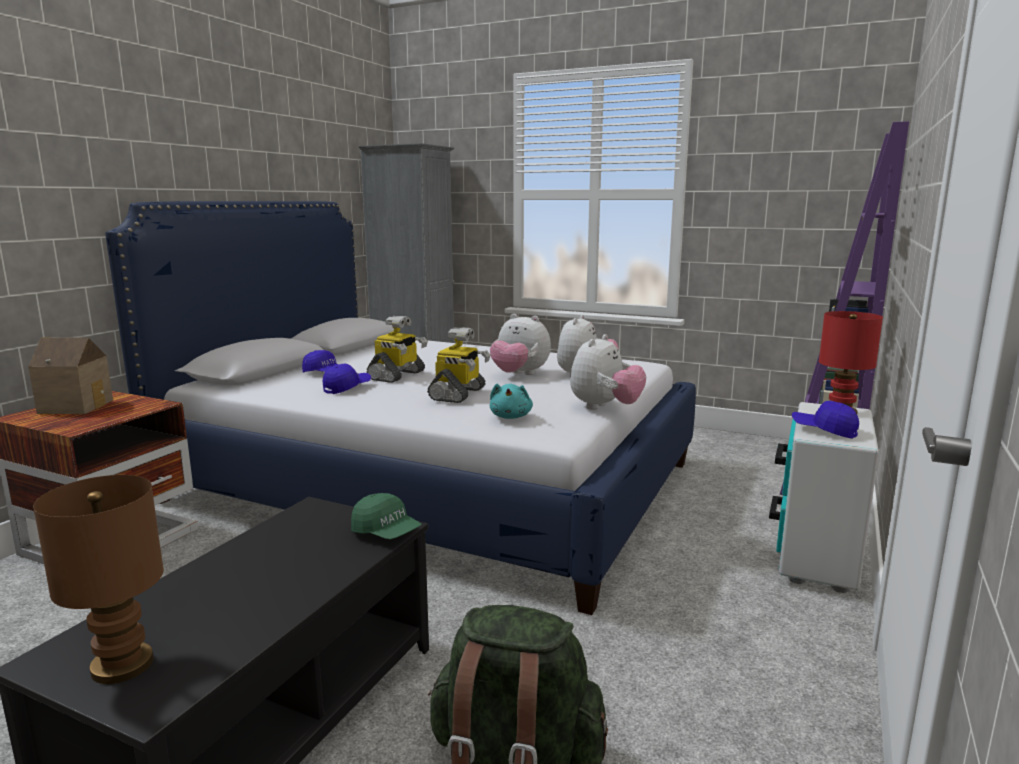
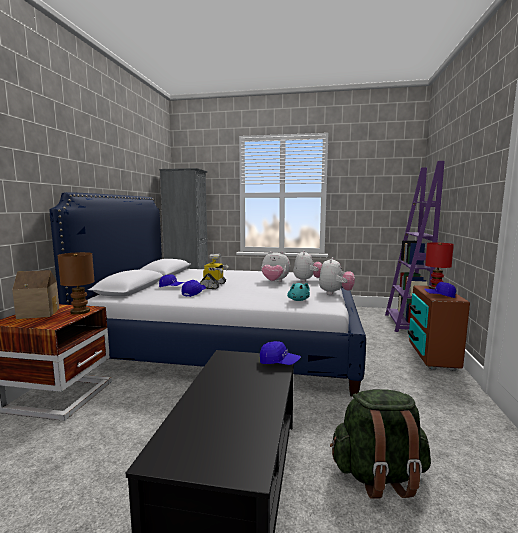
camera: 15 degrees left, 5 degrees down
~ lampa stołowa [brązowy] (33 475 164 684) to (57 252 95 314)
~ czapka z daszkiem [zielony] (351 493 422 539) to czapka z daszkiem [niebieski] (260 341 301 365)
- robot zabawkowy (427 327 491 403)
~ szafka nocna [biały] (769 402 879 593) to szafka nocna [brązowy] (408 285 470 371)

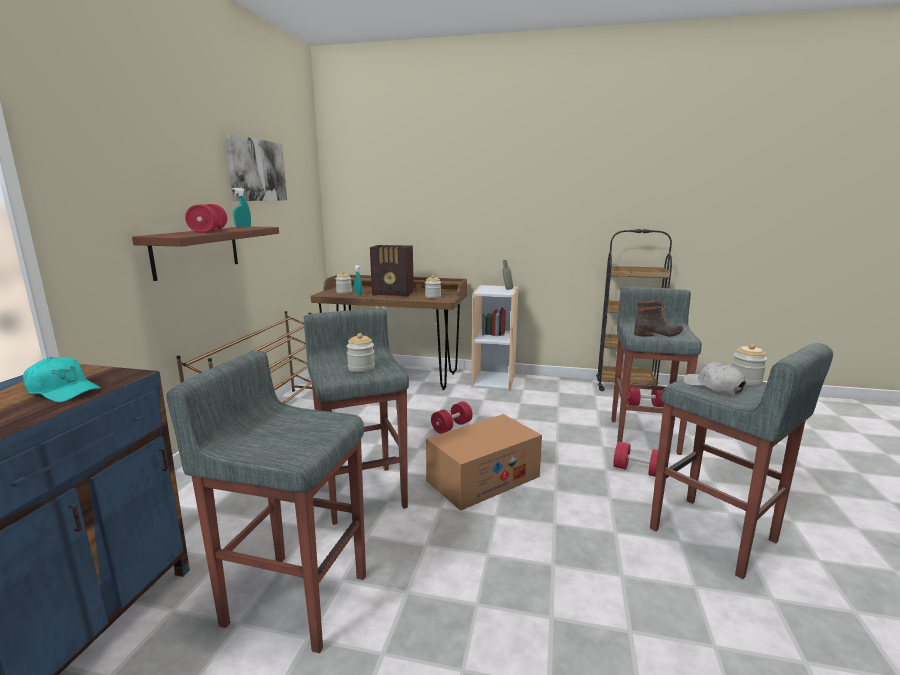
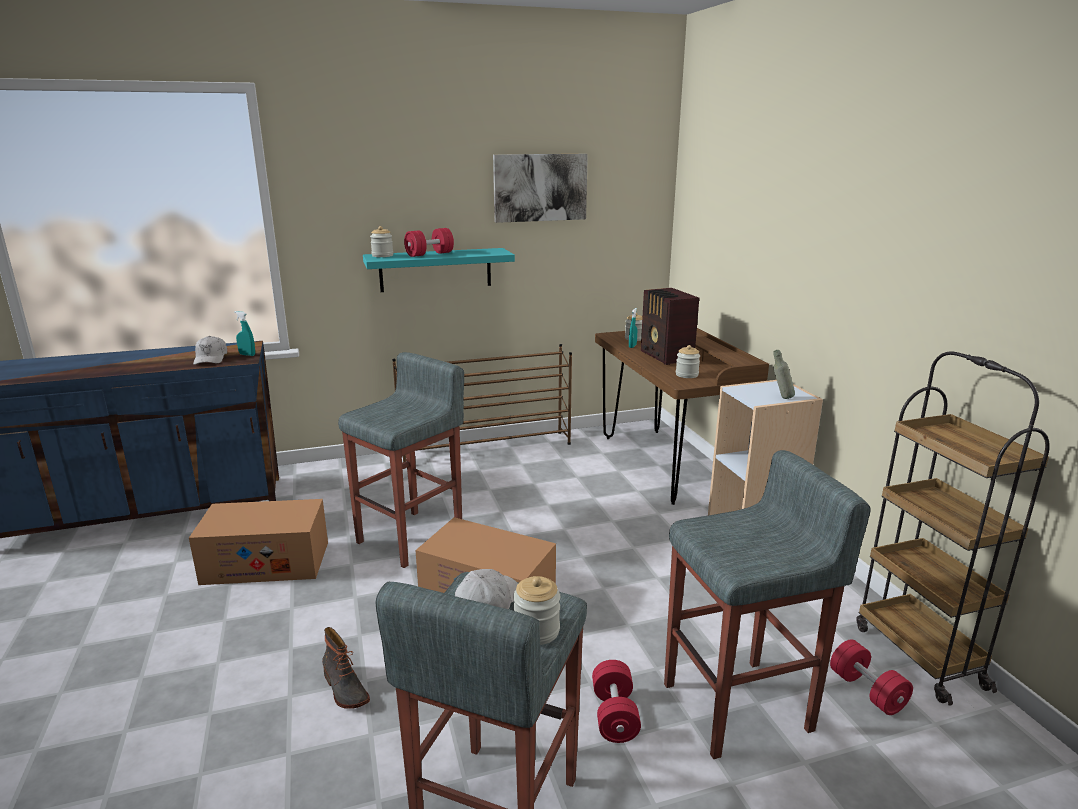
camera: 60 degrees right, 5 degrees up
~ czapka z daszkiem [turkusowy] (23 357 101 402) to czapka z daszkiem [biały] (193 336 227 365)
~ półka [brązowy] (132 227 279 281) to półka [turkusowy] (363 248 515 292)
~ stołek [szary] (166 351 366 653) to karton (189 499 328 585)
~ spryskiwacz [turkusowy] (232 188 251 227) to (234 311 255 356)
~ słoik (347 333 375 372) to (370 226 393 257)
- hantel [czerwony] (431 401 473 434)
~ but z cholewką (634 301 684 336) to (322 627 370 709)

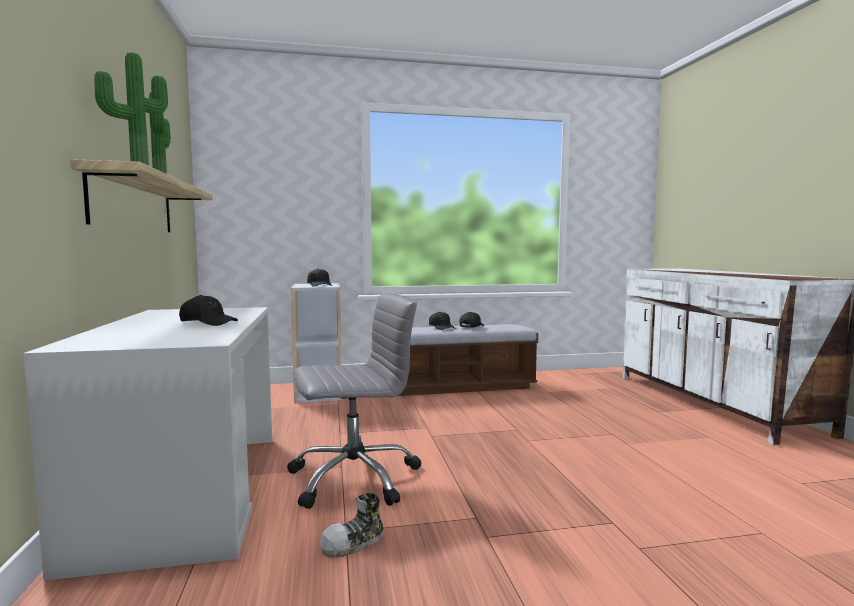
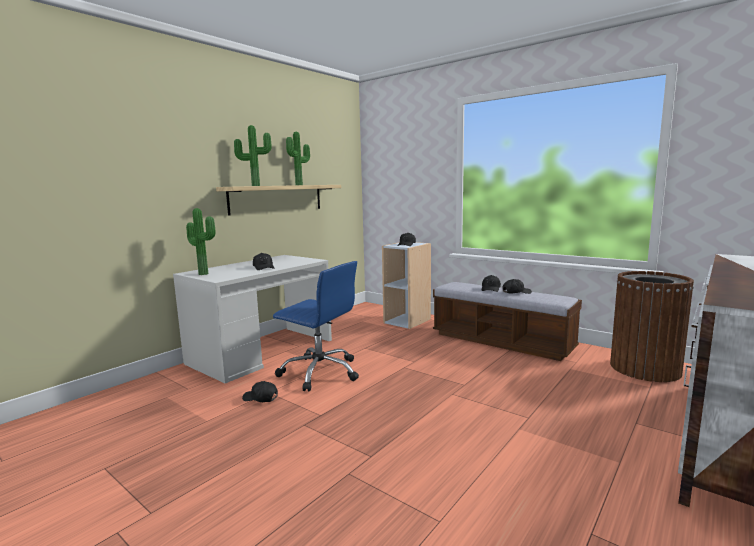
camera: 50 degrees right, 5 degrees up
~ krzesło biurowe [szary] (287 293 422 509) to krzesło biurowe [niebieski] (273 261 359 391)
~ but (319 493 384 558) to czapka z daszkiem [czarny] (242 381 278 402)
+ roślina doniczkowa (186 208 216 275)
+ kosz na śmieci [brązowy] (610 271 694 382)

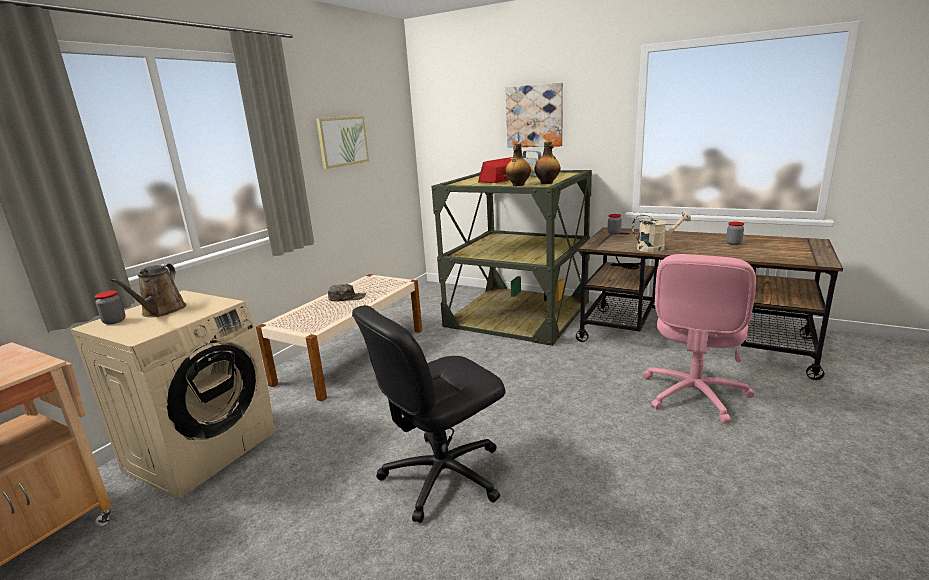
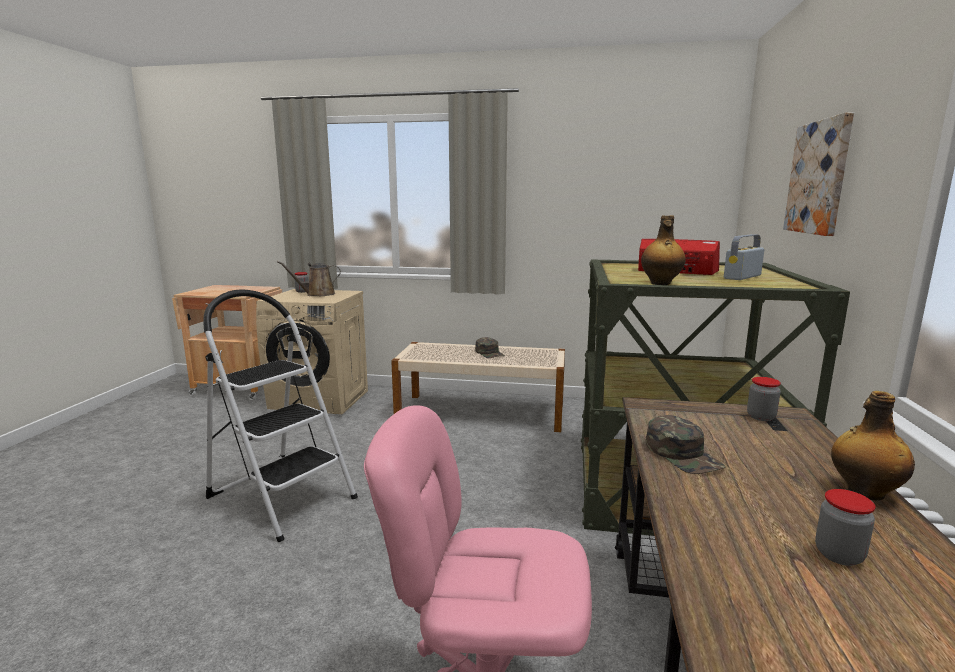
camera: 70 degrees right, 5 degrees down
- obraz (316 116 369 169)
~ krzesło biurowe [czarny] (352 305 506 523) to drabinka (203 290 358 542)
~ butelka (506 143 531 186) to (831 391 915 500)
~ konewka [beżowy] (632 211 691 252) to czapka z daszkiem [zielony] (646 415 725 474)

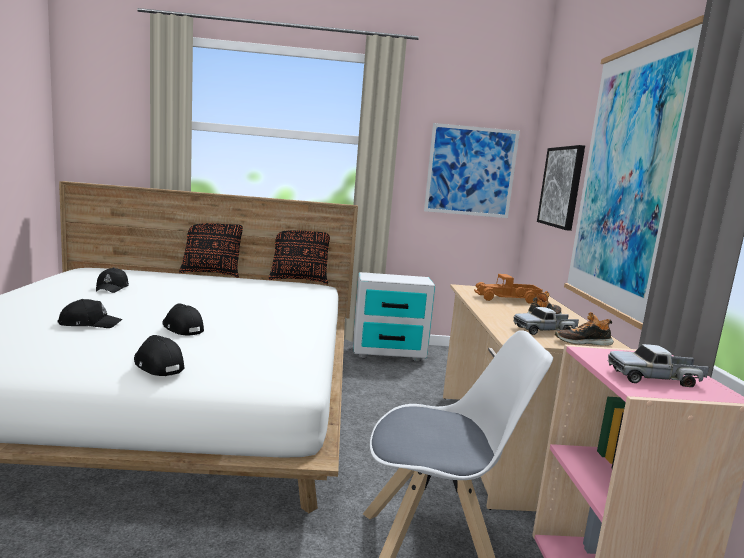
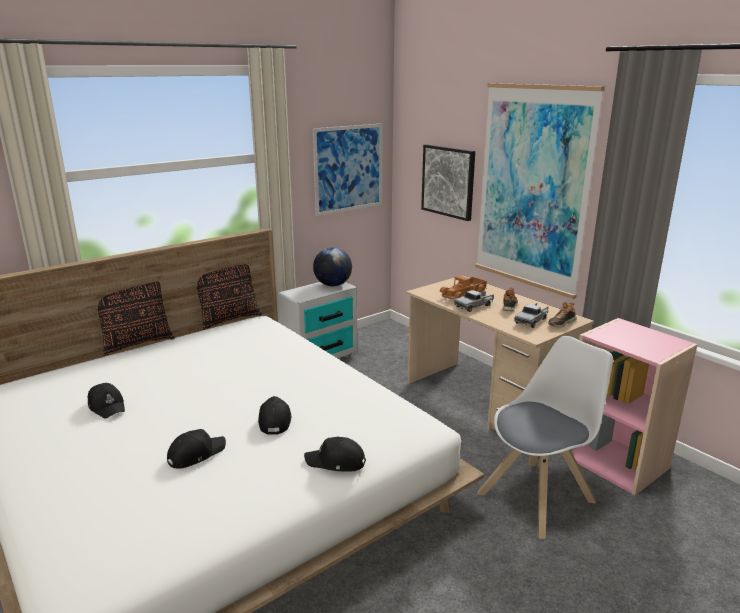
camera: 35 degrees left, 10 degrees up
~ czapka z daszkiem [czarny] (162 303 204 336) = (258 396 291 435) 75 degrees clockwise
~ ciężarówka zabawkowa (607 344 709 387) to (454 290 494 312)
+ globus (313 247 352 286)

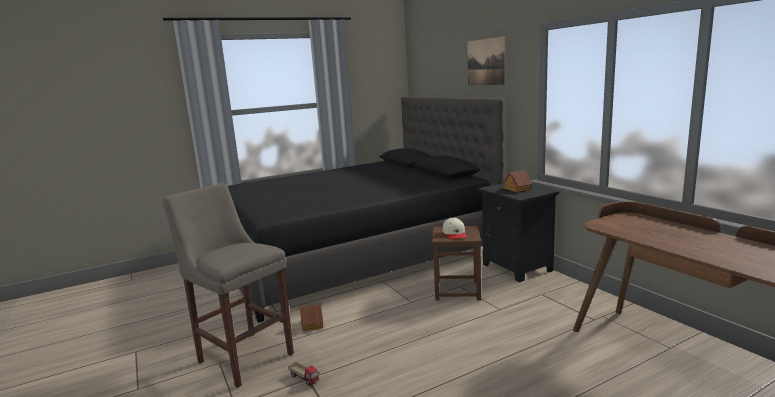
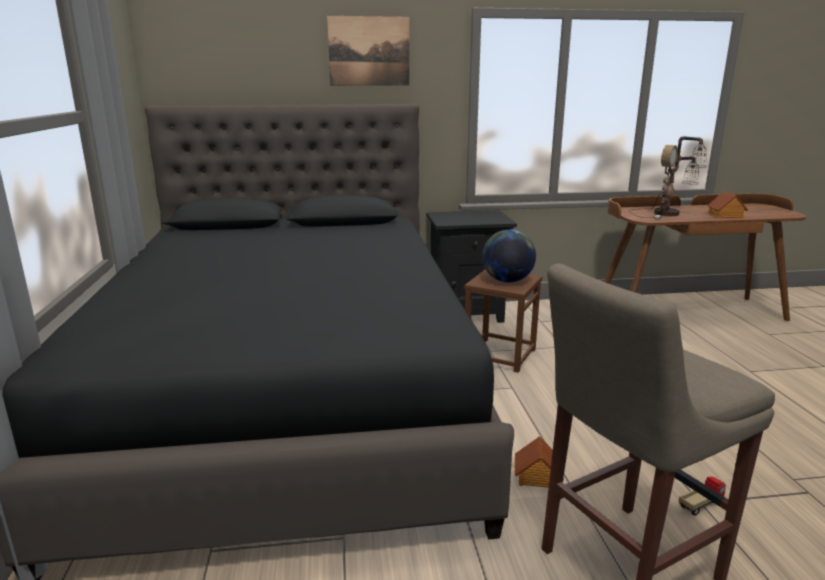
camera: 70 degrees left, 5 degrees up
~ czapka z daszkiem [beżowy] (443 217 466 239) to globus (482 230 536 283)
~ domek (503 170 532 192) to (707 191 748 218)
+ lampa stołowa (629 136 707 220)

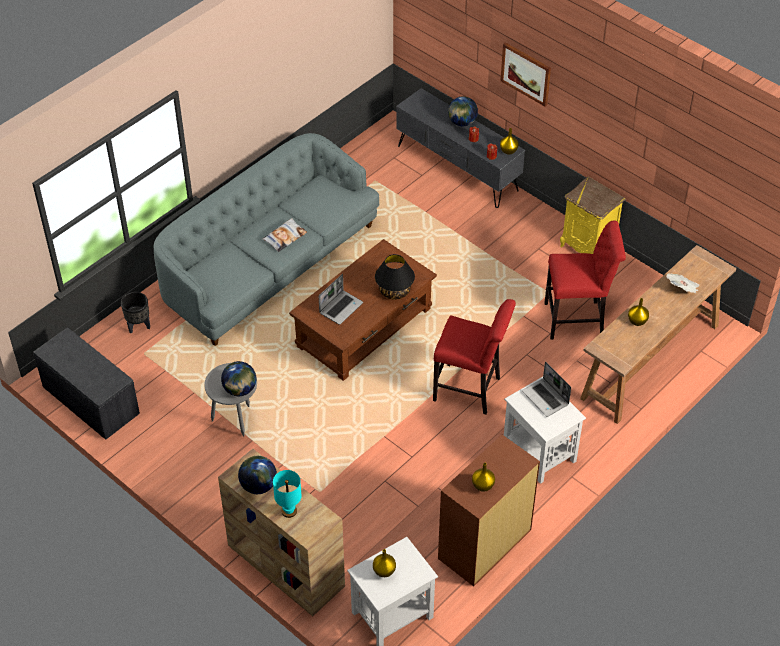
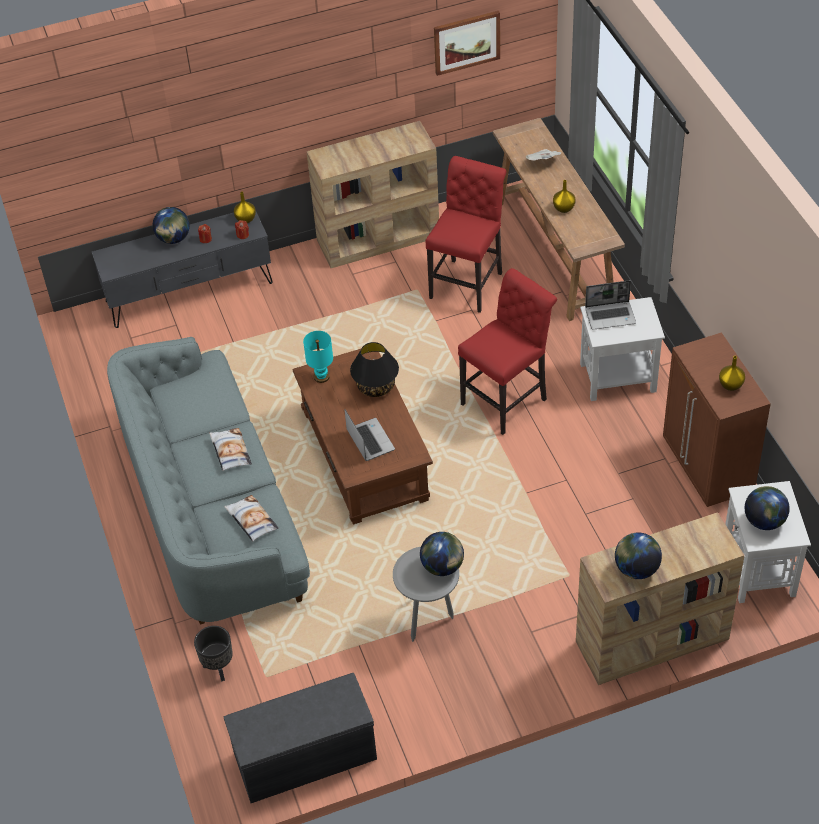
camera: 60 degrees left, 0 degrees up
~ lampa stołowa [turkusowy] (273 470 302 518) to (303 331 333 383)
~ wazon [żółty] (373 549 396 577) to globus (745 486 790 530)
~ obraz (500 42 551 106) to (434 11 500 76)
~ szafka nocna [żółty] (560 176 626 254) to regał [brązowy] (306 121 439 268)
+ poduszka (224 495 279 541)

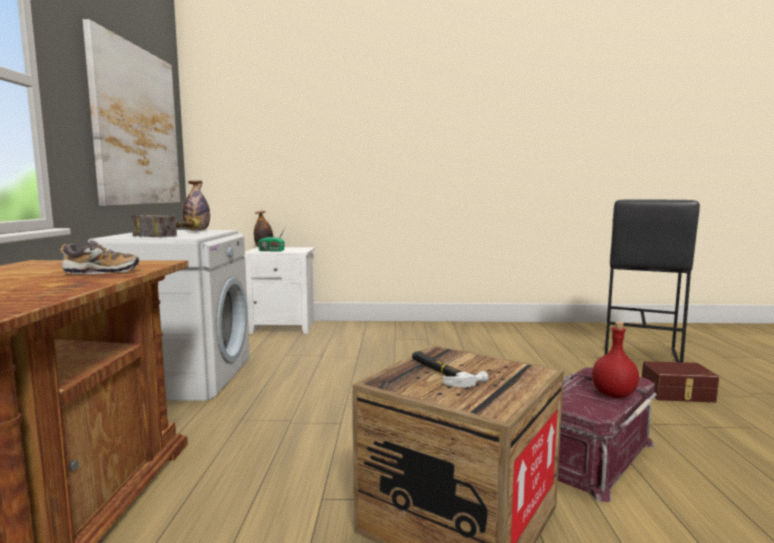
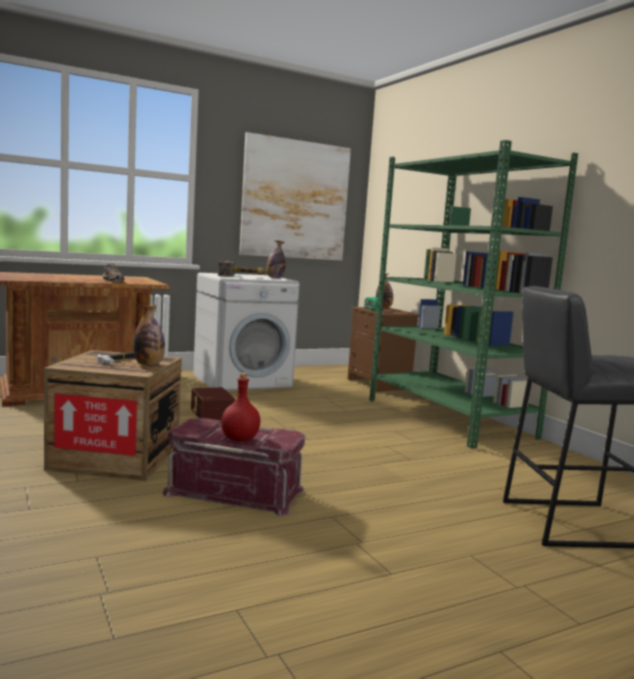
camera: 60 degrees right, 0 degrees up
~ szafka nocna [biały] (245 247 315 334) to szafka nocna [brązowy] (348 307 419 392)
~ pojemnik do przechowywania [brązowy] (642 361 719 402) to (191 387 235 420)
+ butelka (133 305 165 365)
+ regał [zielony] (369 140 578 448)

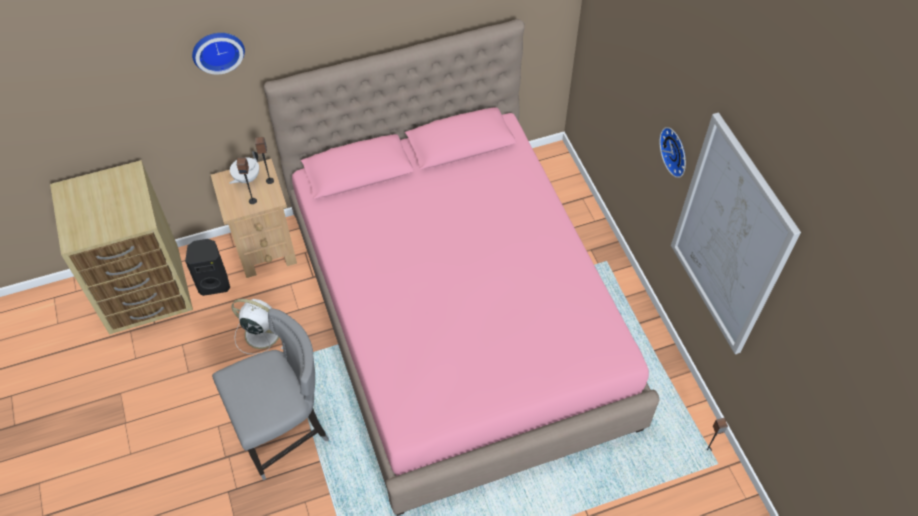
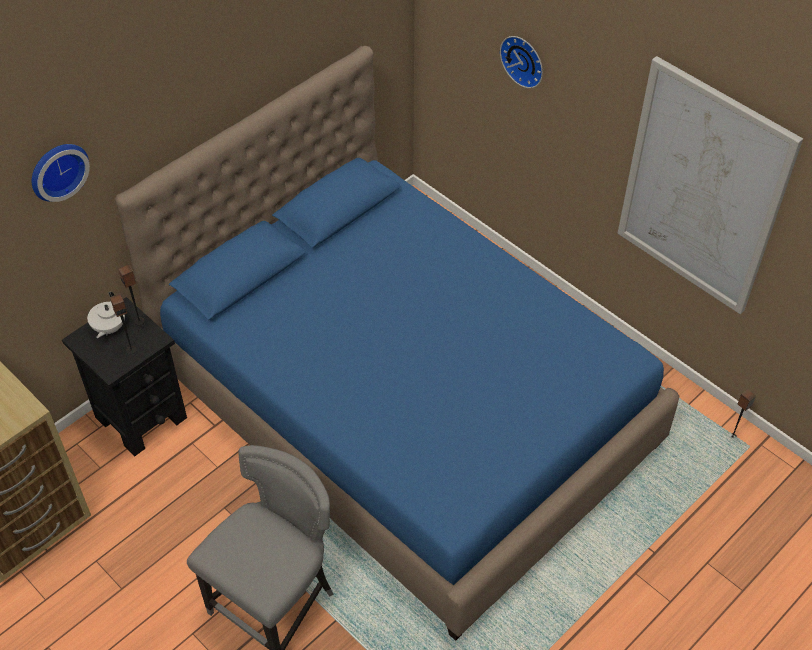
camera: 25 degrees left, 5 degrees down
- głośnik [czarny] (185 239 230 296)
~ szafka nocna [beżowy] (211 159 297 278) to szafka nocna [czarny] (62 297 187 457)
- wentylator [biały] (232 299 283 355)
~ łóżko [różowy] (264 19 660 516) to łóżko [niebieski] (115 46 679 641)
~ zegar ścienny (659 127 686 178) to (500 36 543 88)

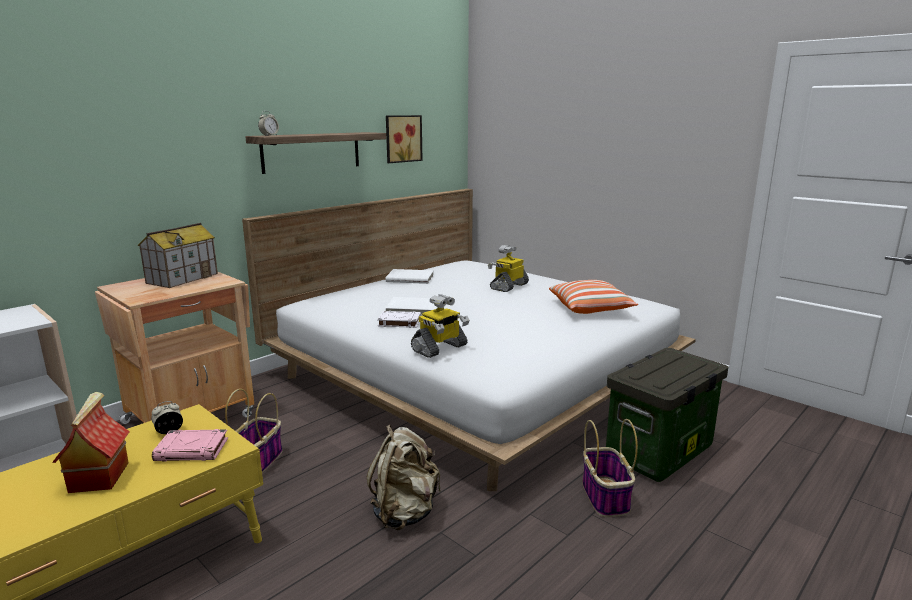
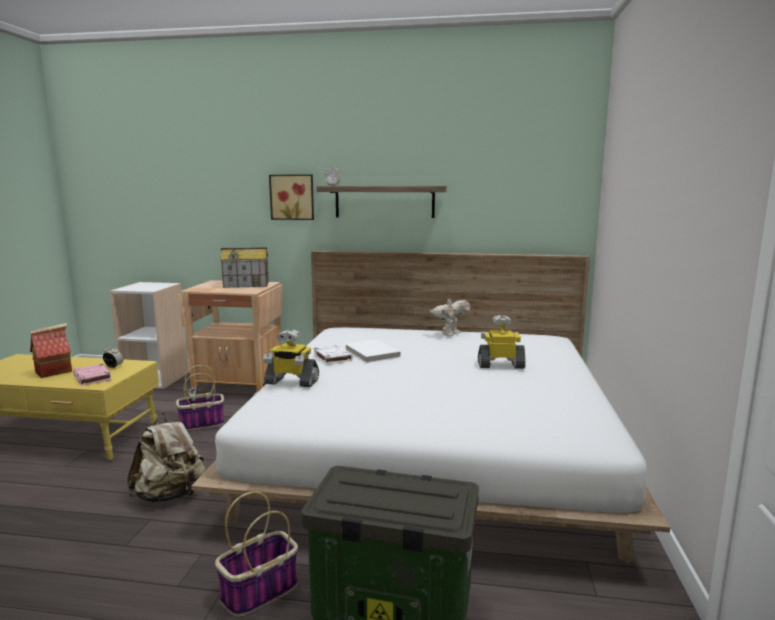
camera: 55 degrees right, 5 degrees down
~ obraz (386 115 423 163) to (269 175 314 220)
~ książka [biały] (386 269 434 284) to robot zabawkowy (430 295 470 336)
- poduszka (549 280 638 314)

